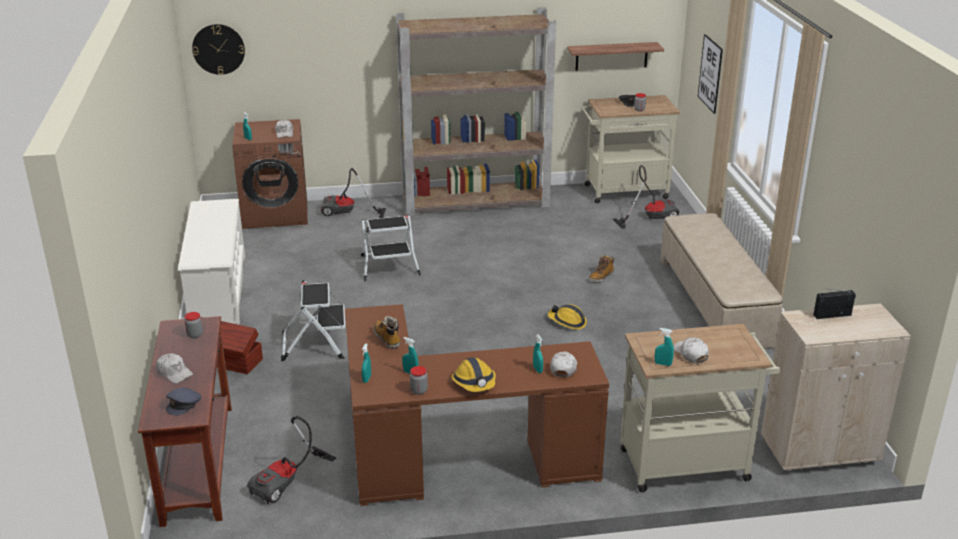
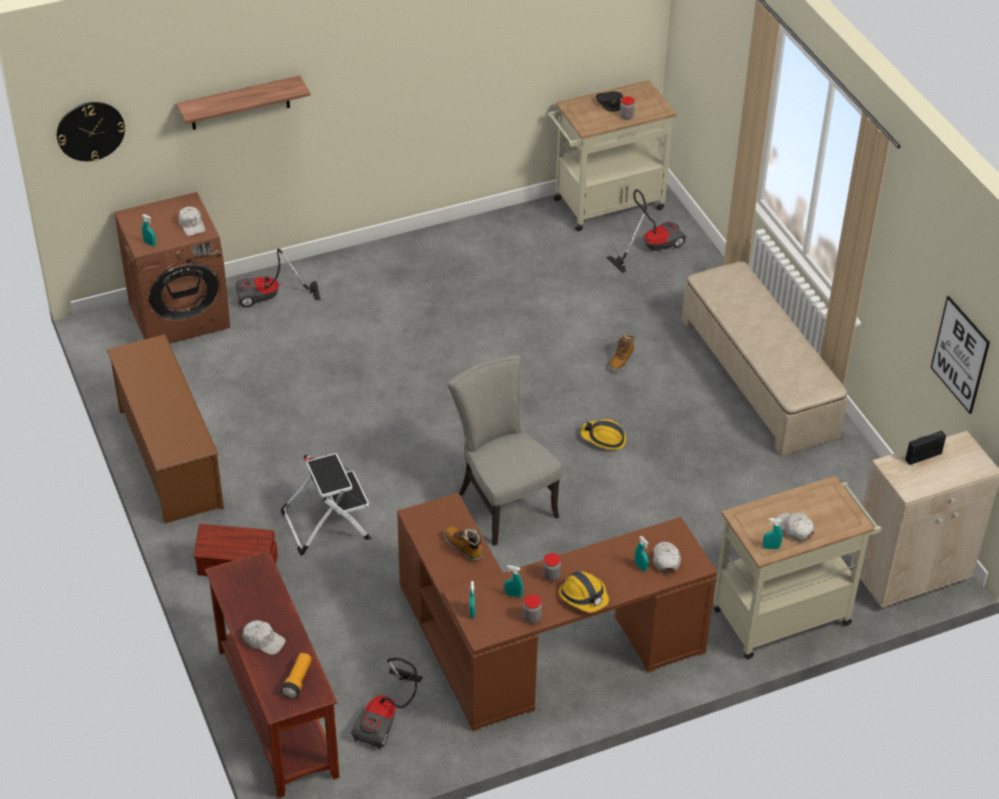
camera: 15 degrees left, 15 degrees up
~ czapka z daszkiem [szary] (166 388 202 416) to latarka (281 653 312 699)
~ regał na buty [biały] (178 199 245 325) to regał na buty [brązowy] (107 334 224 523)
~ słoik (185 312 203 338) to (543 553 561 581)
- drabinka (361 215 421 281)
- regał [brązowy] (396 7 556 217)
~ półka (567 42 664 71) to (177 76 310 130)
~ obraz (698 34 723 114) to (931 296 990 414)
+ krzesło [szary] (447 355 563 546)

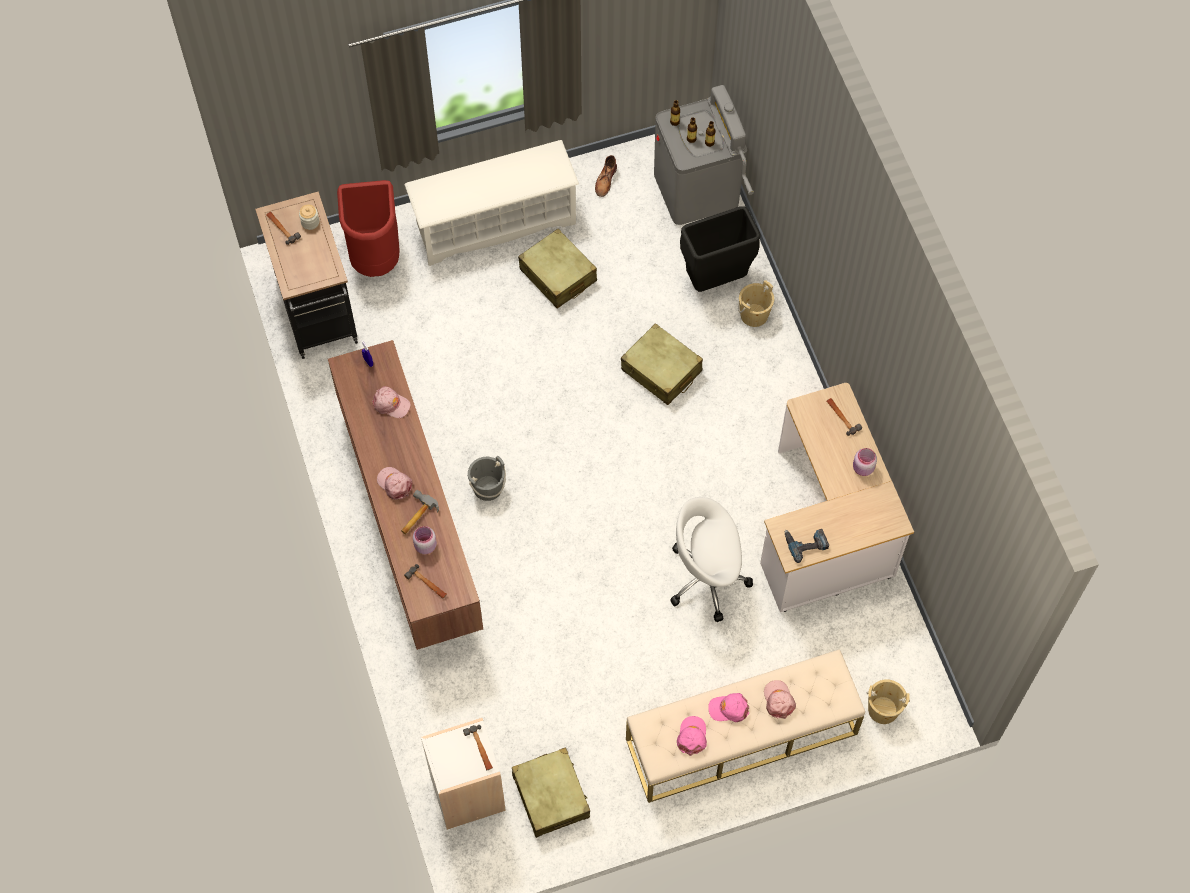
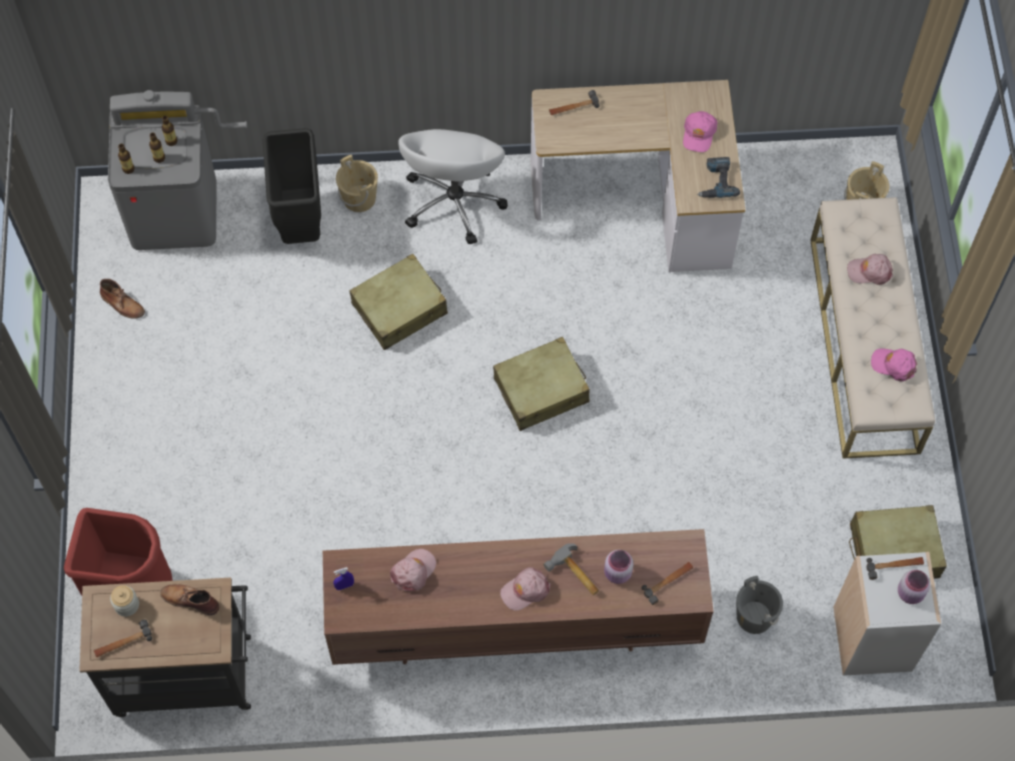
camera: 75 degrees left, 0 degrees up
- regał na buty [biały] (404 140 579 266)
~ wiadro [szary] (467 455 506 501) to (736 576 783 634)
~ walizka [beżowy] (518 229 597 309) to (493 337 590 431)
~ krzesło biurowe [biały] (670 497 753 622) to (398 129 508 244)
~ czapka z daszkiem [różowy] (708 693 749 722) to (683 111 717 152)
~ słoik [różowy] (853 448 877 476) to (898 570 930 604)
+ but z cholewką [brązowy] (160 584 219 615)

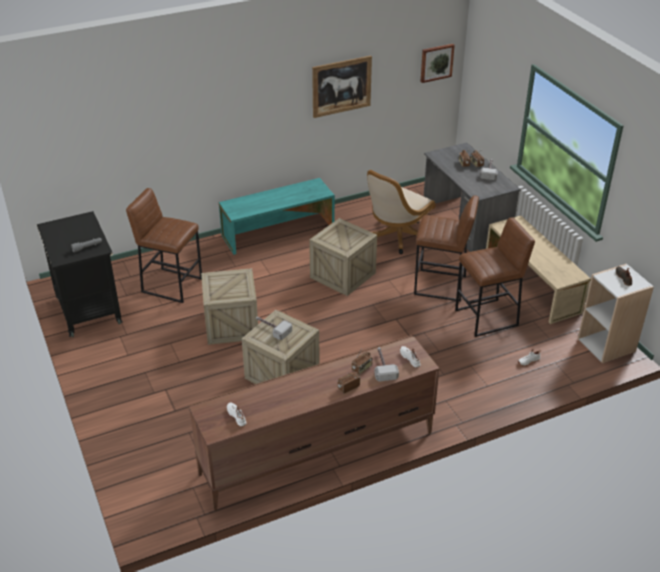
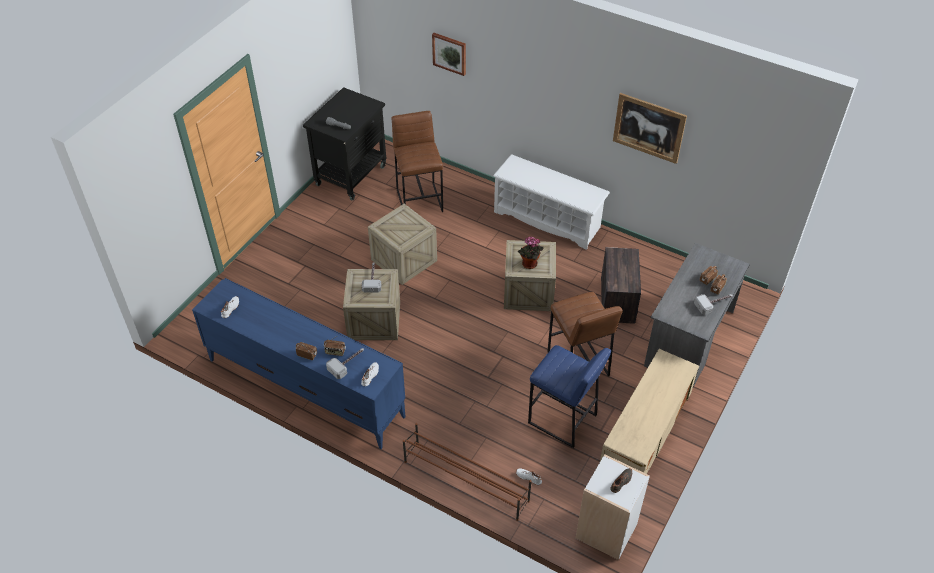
camera: 55 degrees right, 10 degrees up
~ szafka [brązowy] (189 335 440 511) to szafka [niebieski] (192 278 405 449)
~ ławka [turkusowy] (219 178 335 255) to regał na buty [biały] (493 154 610 250)
~ krzesło biurowe (367 170 435 254) to skrzynka (601 247 641 324)
~ obraz (420 44 455 83) to (432 33 466 76)
~ stołek [brązowy] (455 217 535 337) to stołek [niebieski] (528 345 611 448)
+ regał na buty [brązowy] (403 423 531 521)
+ roślina doniczkowa (518 237 543 269)

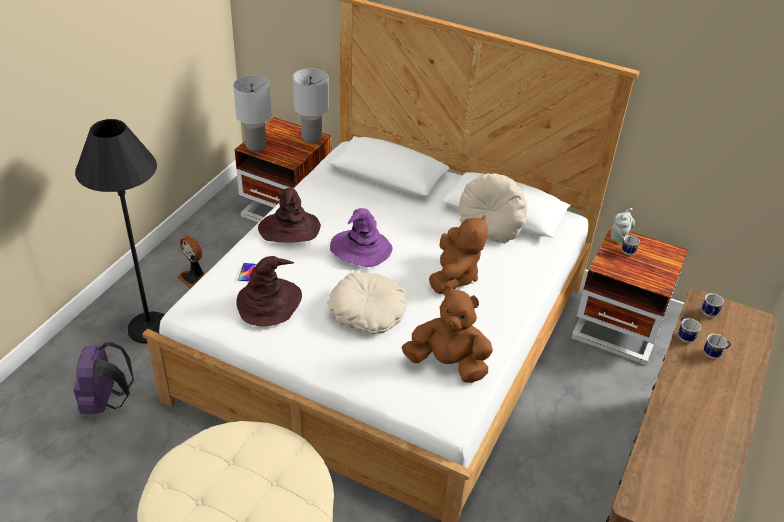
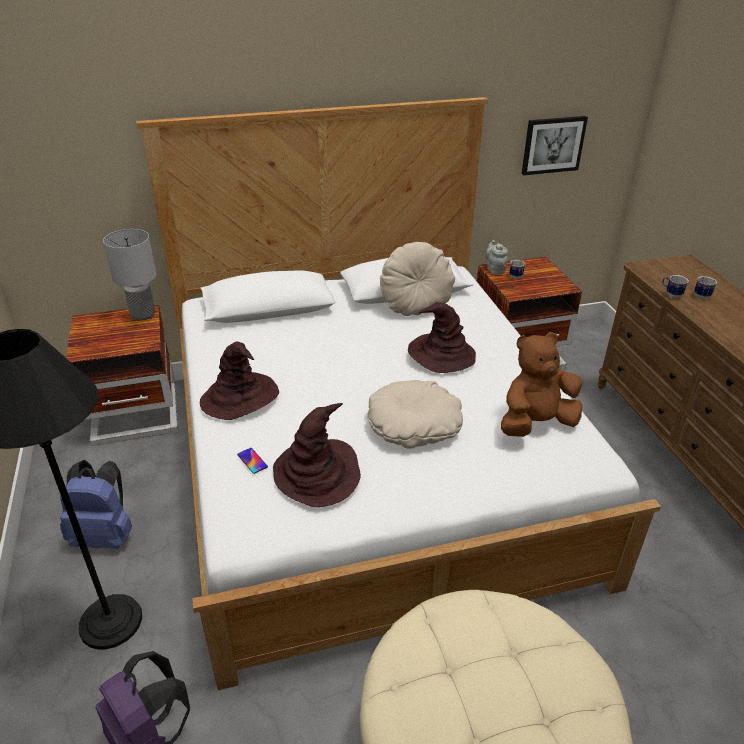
camera: 40 degrees left, 5 degrees down
~ wentylator (177 236 206 289) to plecak [niebieski] (60 459 132 549)
- lampa stołowa [szary] (233 76 272 152)
- kapelusz [fioletowy] (330 208 393 267)
~ pluszak [brązowy] (429 215 488 294) to kapelusz [brązowy] (408 302 476 373)
- kubek (702 293 724 317)
+ obraz (522 116 588 175)

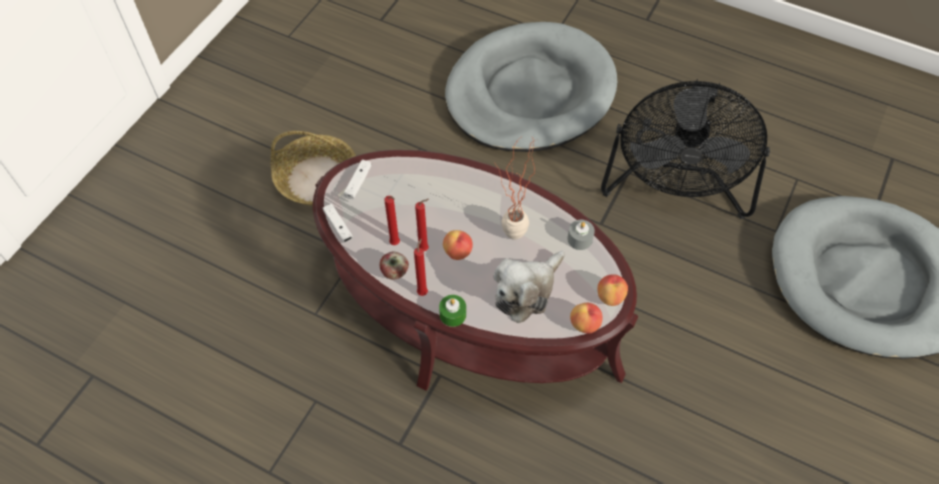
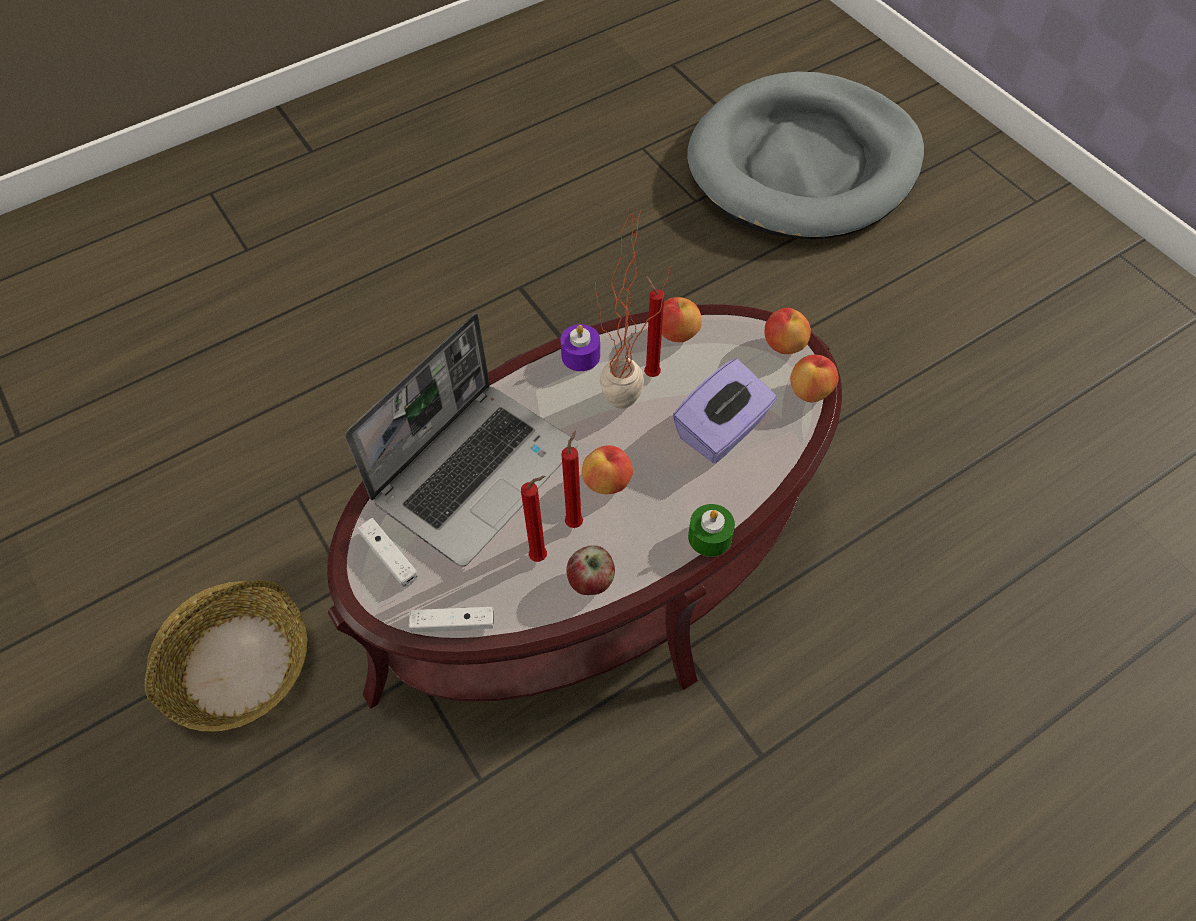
camera: 60 degrees left, 0 degrees up
~ świeca [czerwony] (414 239 428 296) to (644 276 664 377)
- legowisko [szary] (445 22 617 152)
~ pluszak (493 251 565 323) to pudełko chusteczek [fioletowy] (673 359 777 463)
~ świeca [szary] (567 220 595 250) to jabłko (662 297 702 342)
- wentylator [czarny] (601 79 770 219)
+ laptop (345 313 578 567)
+ świeca [fioletowy] (561 324 600 371)

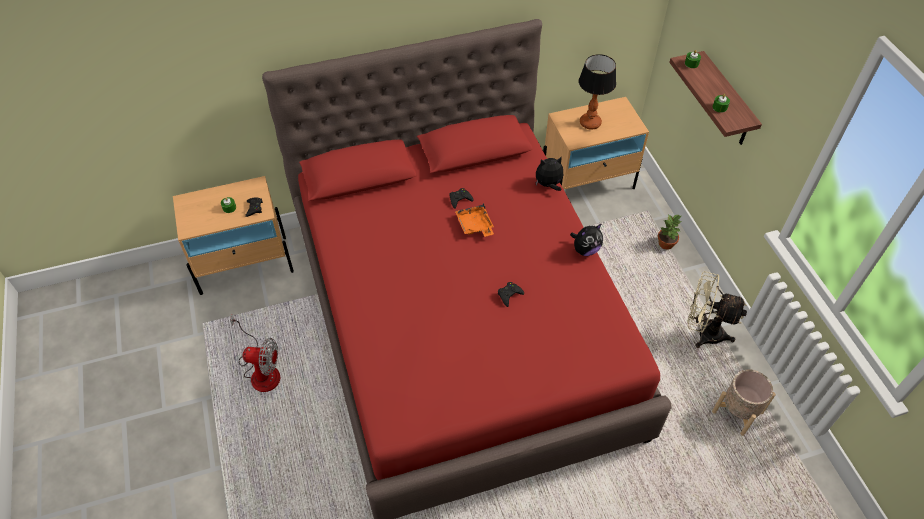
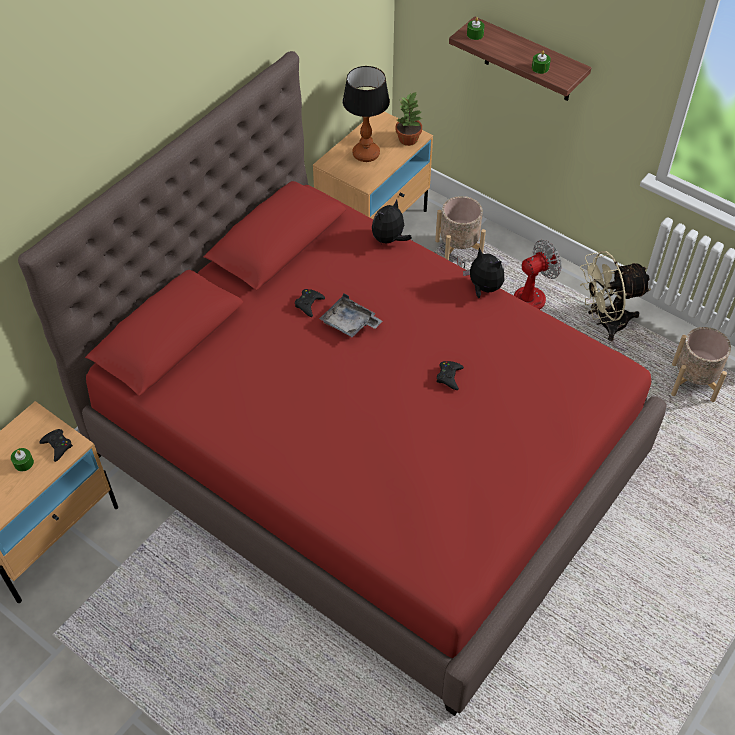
camera: 35 degrees left, 0 degrees up
~ wentylator (230 314 280 392) to (457 240 562 310)
~ taca [pomarańczowy] (455 203 494 237) to taca [szary] (319 293 382 337)
~ pluszak (570 224 603 256) = (463 248 504 298) 75 degrees counterclockwise
~ roślina doniczkowa (657 214 681 250) to (395 91 422 146)
+ donica [beżowy] (435 196 486 260)

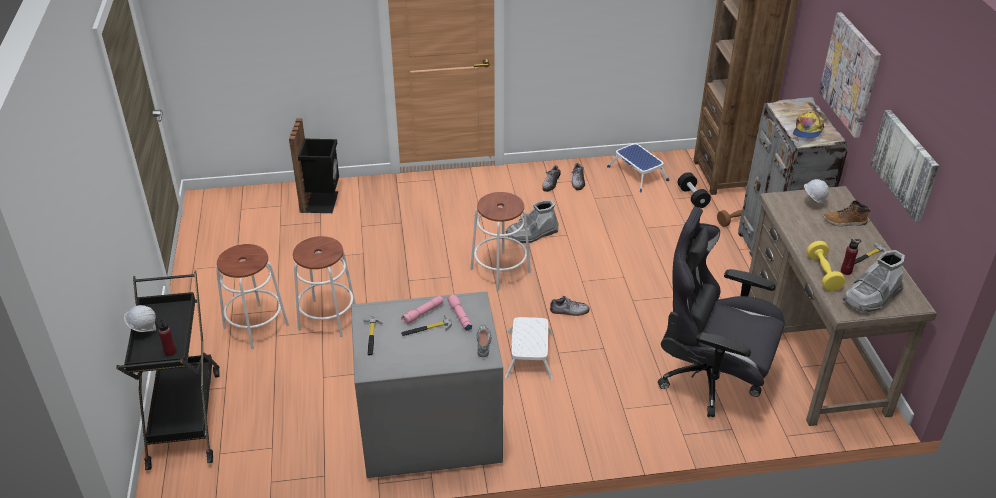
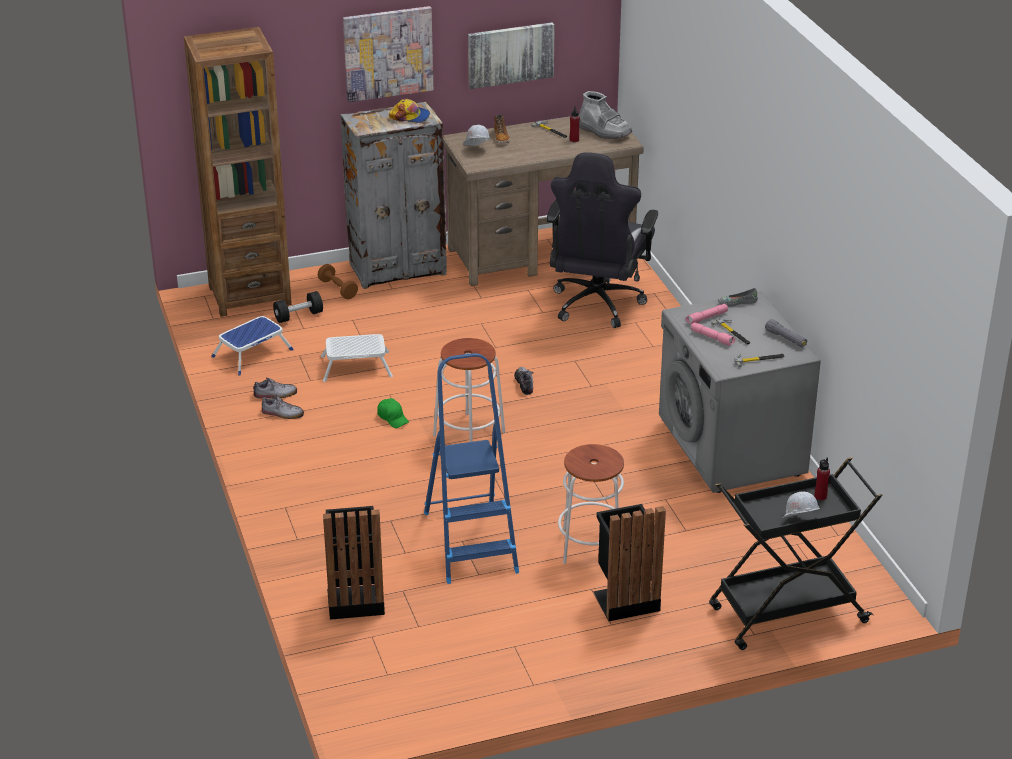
camera: 100 degrees left, 5 degrees down
~ stołek [biały] (216 244 289 349) to kosz na śmieci [czarny] (593 504 666 621)
~ drabinka [biały] (505 317 553 380) to (321 334 393 382)
~ but z cholewką [szary] (506 200 558 243) to czapka z daszkiem [zielony] (377 398 409 428)
- hantel [żółty] (807 241 845 291)
+ drabinka [niebieski] (424 353 519 584)
+ latarka [szary] (765 319 807 347)

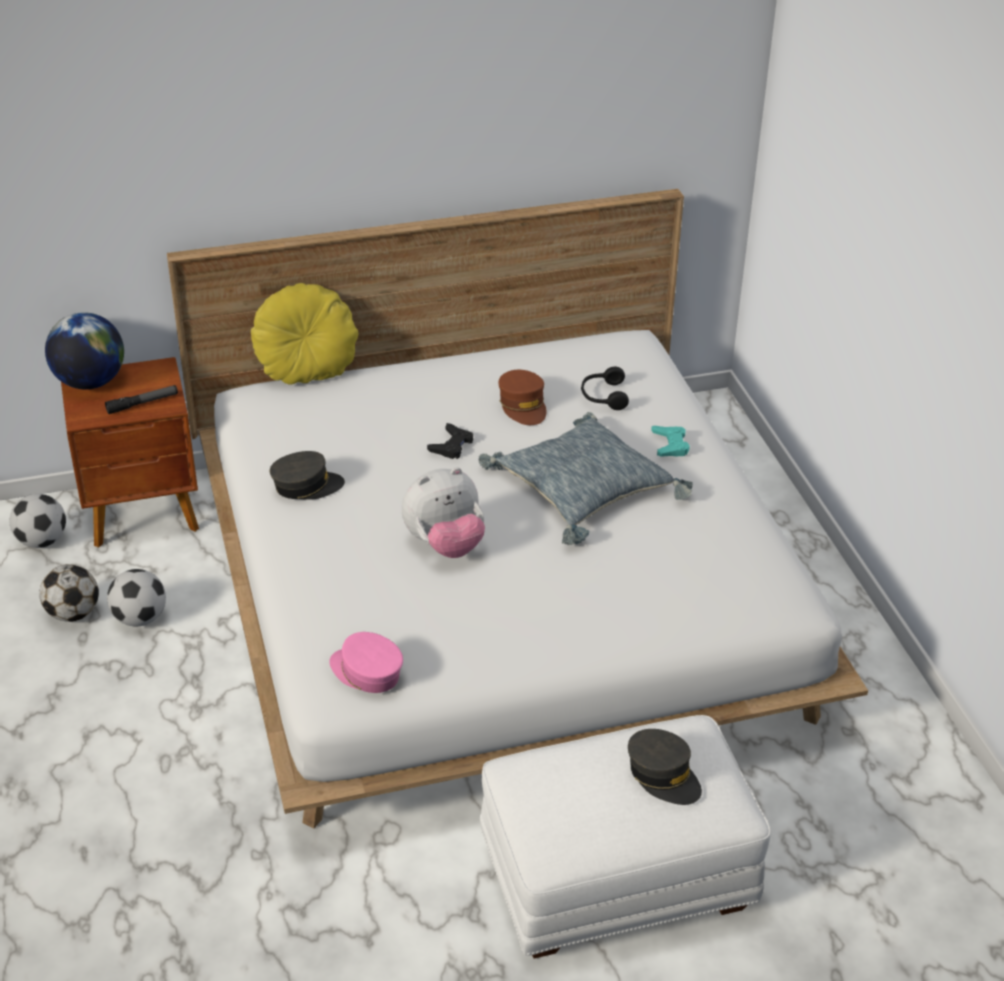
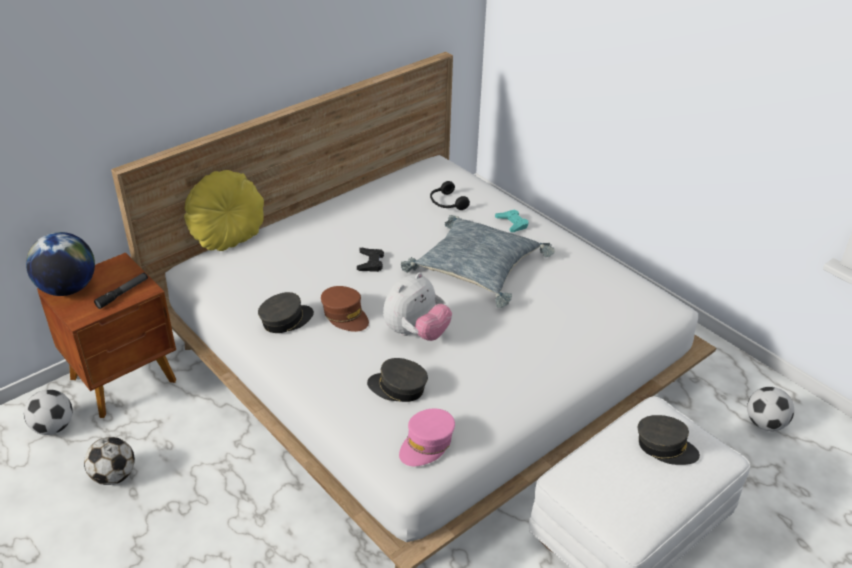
camera: 25 degrees left, 0 degrees up
~ piłka futbolowa (107 569 166 626) to (747 387 794 431)
~ czapka z daszkiem [różowy] (329 632 403 693) = (399 409 455 466) 60 degrees counterclockwise
~ czapka z daszkiem [brązowy] (499 370 546 425) to (321 286 369 332)
+ czapka z daszkiem [szary] (367 358 428 402)

